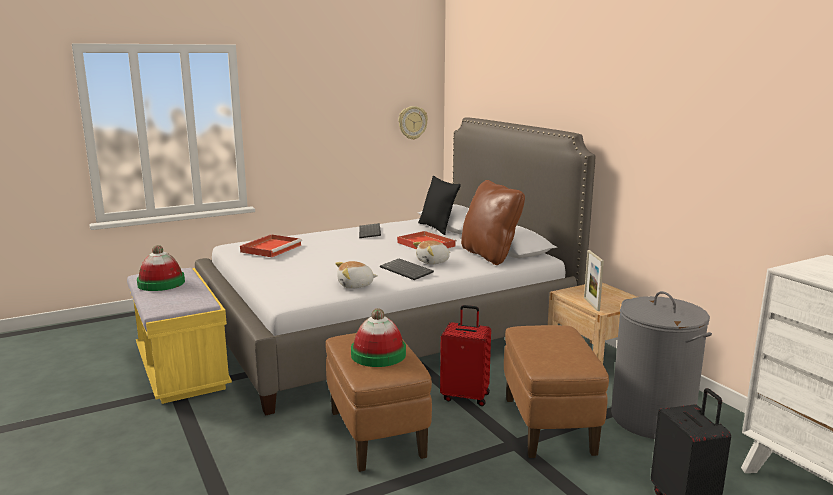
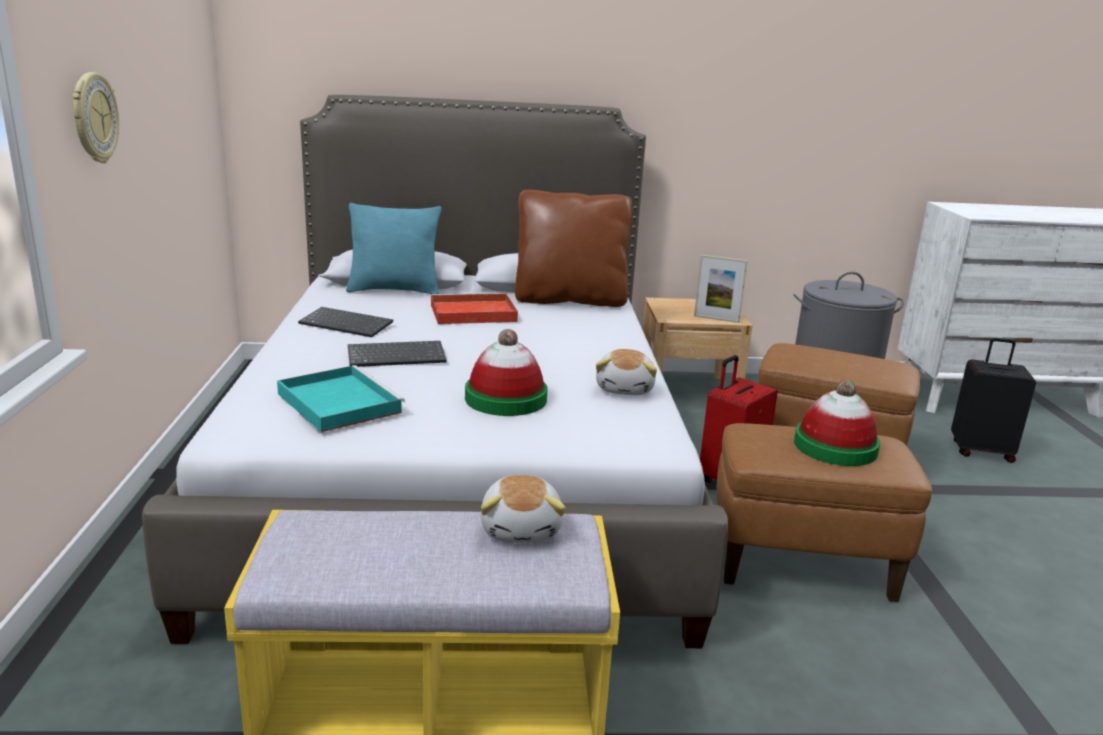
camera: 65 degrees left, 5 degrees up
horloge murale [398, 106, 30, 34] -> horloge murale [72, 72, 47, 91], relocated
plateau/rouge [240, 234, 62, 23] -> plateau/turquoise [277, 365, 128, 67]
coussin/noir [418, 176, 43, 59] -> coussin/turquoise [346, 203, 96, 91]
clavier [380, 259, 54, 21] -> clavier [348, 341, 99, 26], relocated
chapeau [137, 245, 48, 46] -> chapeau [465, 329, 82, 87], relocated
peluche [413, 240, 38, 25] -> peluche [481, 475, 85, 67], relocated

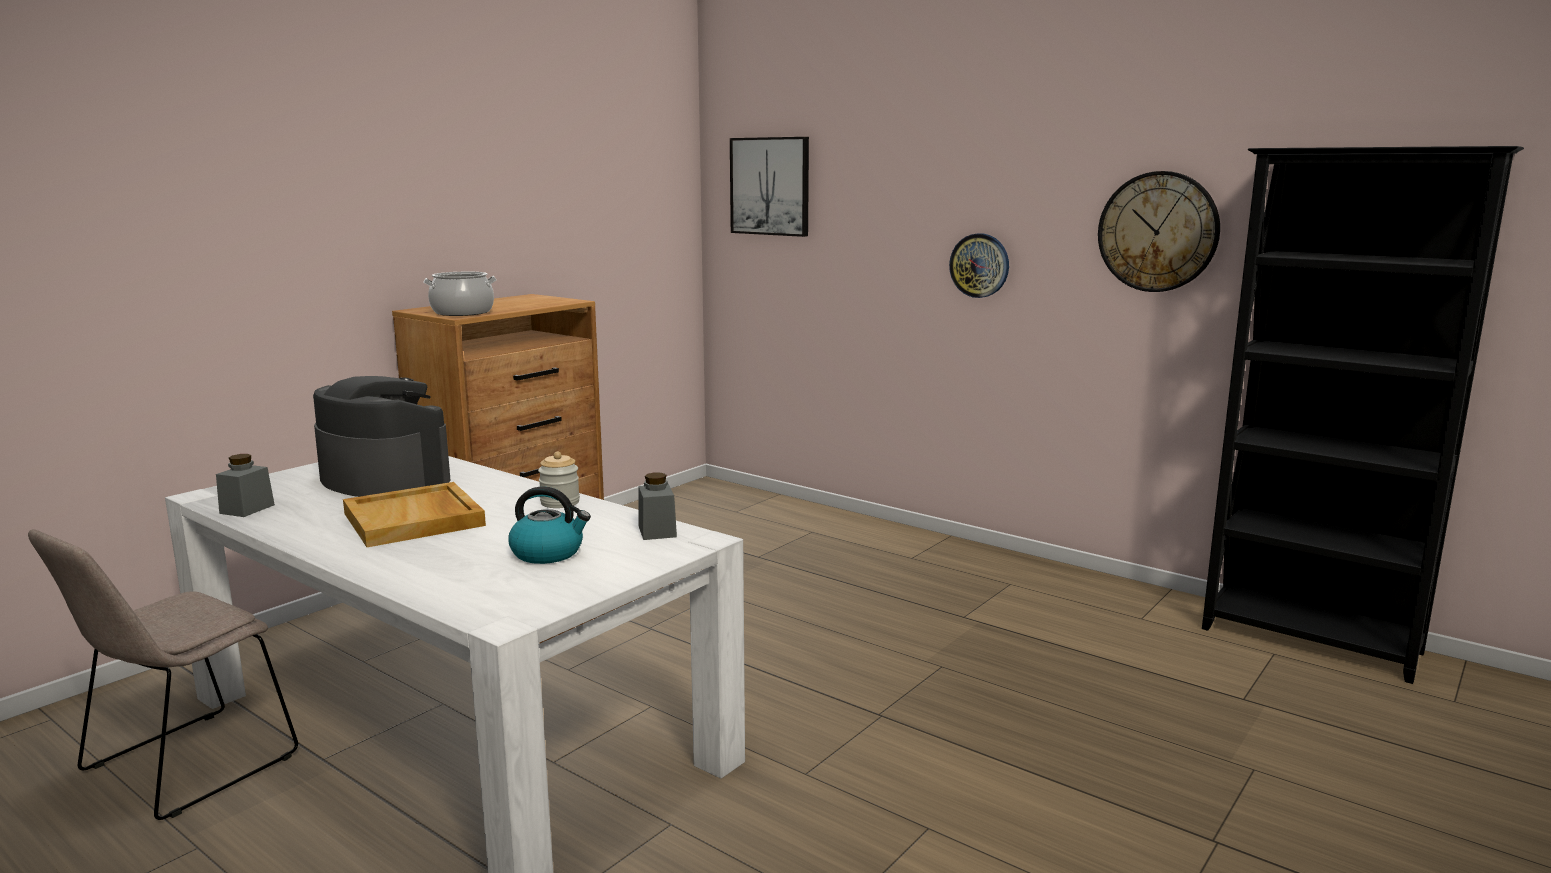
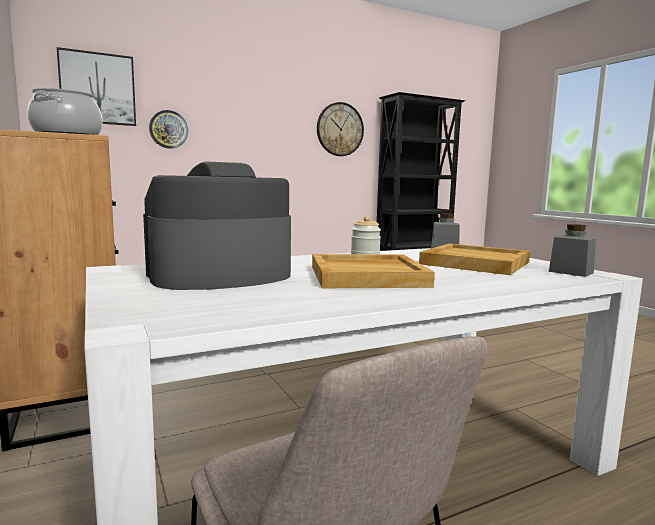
camera: 65 degrees left, 5 degrees down
horloge murale [949, 233, 60, 65] -> horloge murale [149, 110, 39, 39], relocated
bouilloire [509, 487, 82, 77] -> plateau/beige [419, 243, 111, 32]
bocal/gris [216, 454, 59, 63] -> bocal/gris [549, 224, 47, 53], relocated

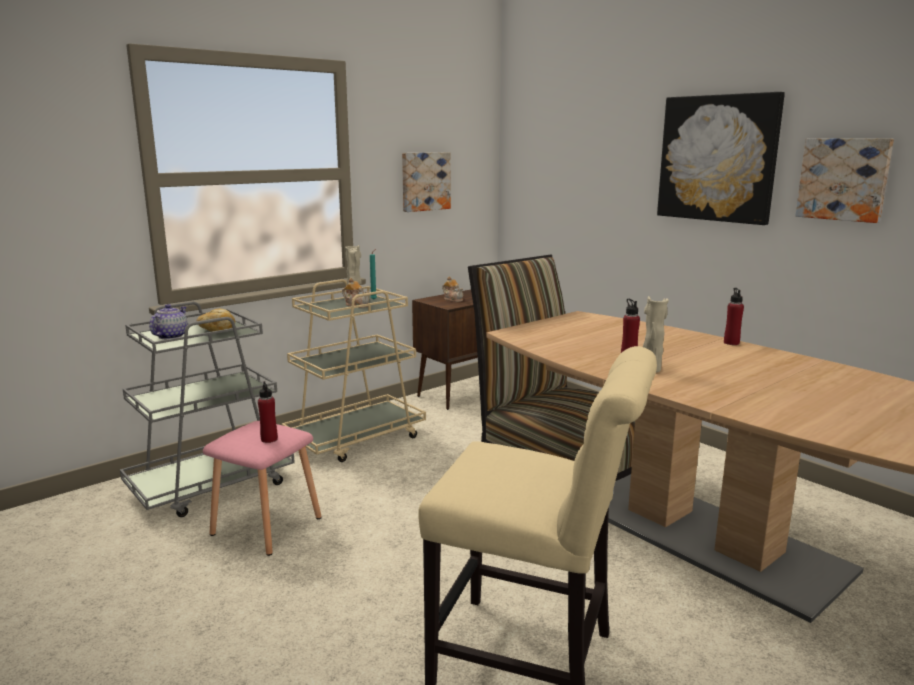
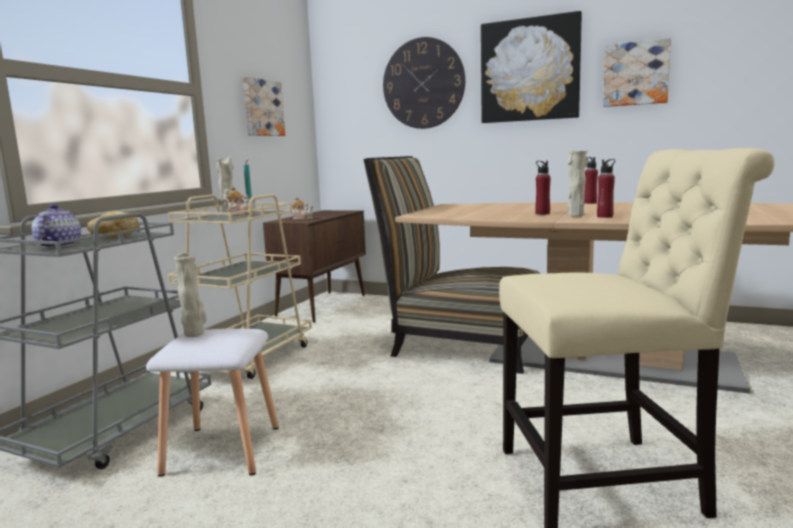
camera: 25 degrees left, 5 degrees down
tabouret/rose [203, 421, 119, 135] -> tabouret/blanc [146, 329, 133, 148]
none -> vase/beige [174, 252, 33, 85]
none -> horloge murale [383, 37, 82, 92]
bouteille/rouge [258, 381, 20, 62] -> bouteille/rouge [597, 159, 18, 59], relocated

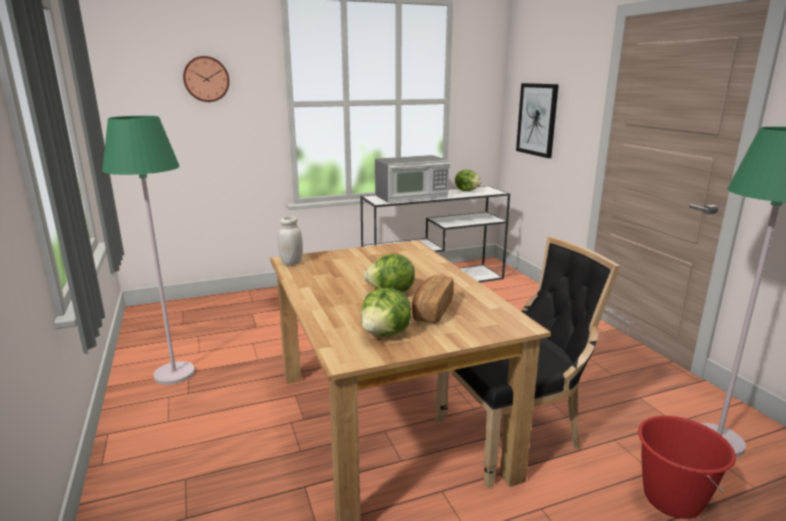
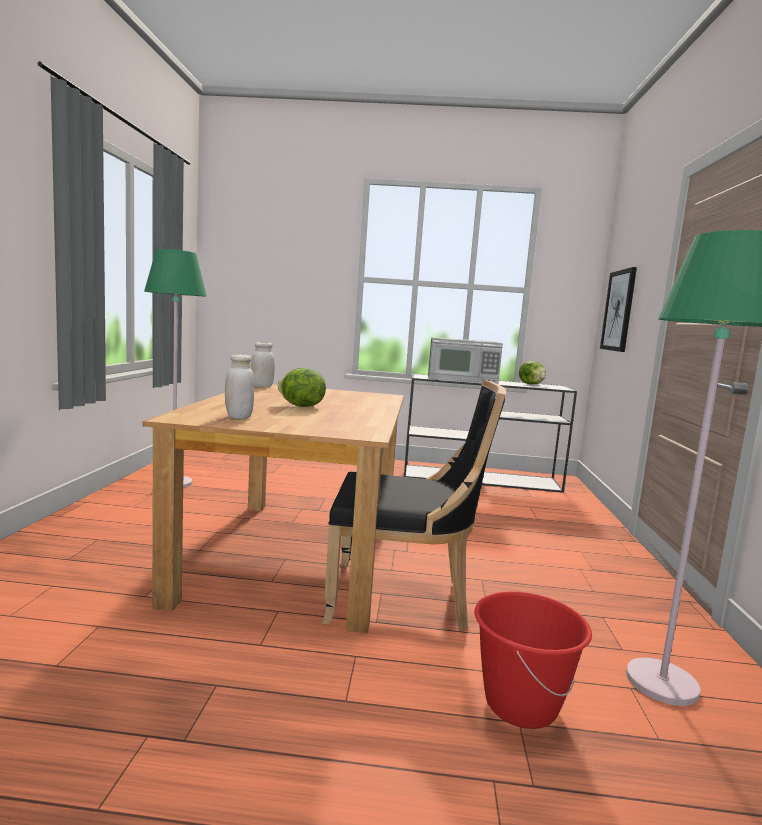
camera: 25 degrees right, 10 degrees down
laitue [361, 288, 50, 48] -> bocal/blanc [225, 354, 29, 65]
horloge murale [183, 56, 47, 46] -> none
pain [412, 275, 42, 49] -> none

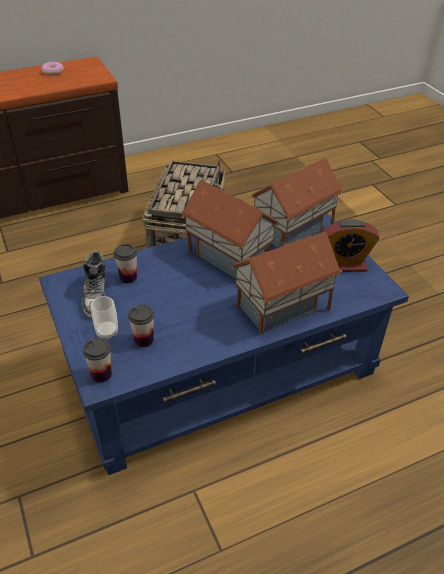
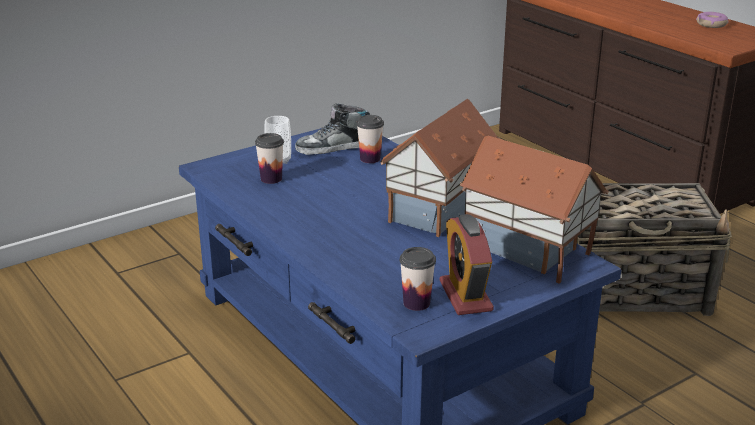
camera: 80 degrees right, 15 degrees down
tasse [83, 338, 29, 45] -> tasse [400, 247, 36, 64], relocated
maison miniature [232, 232, 110, 102] -> none

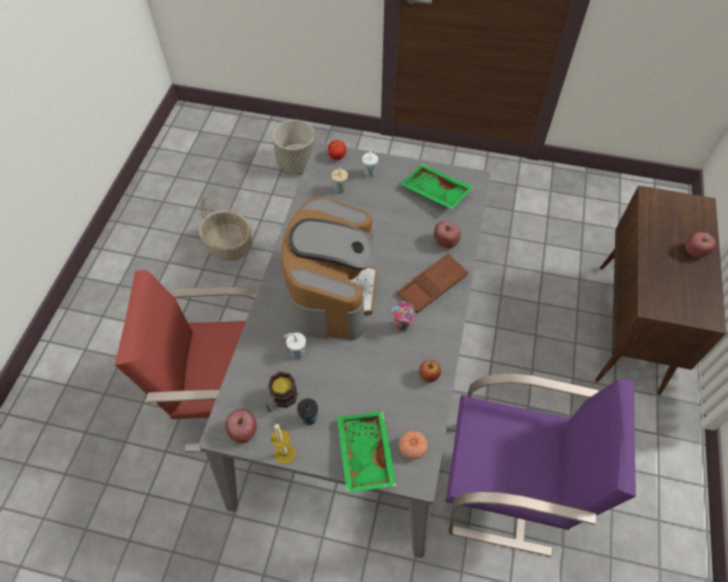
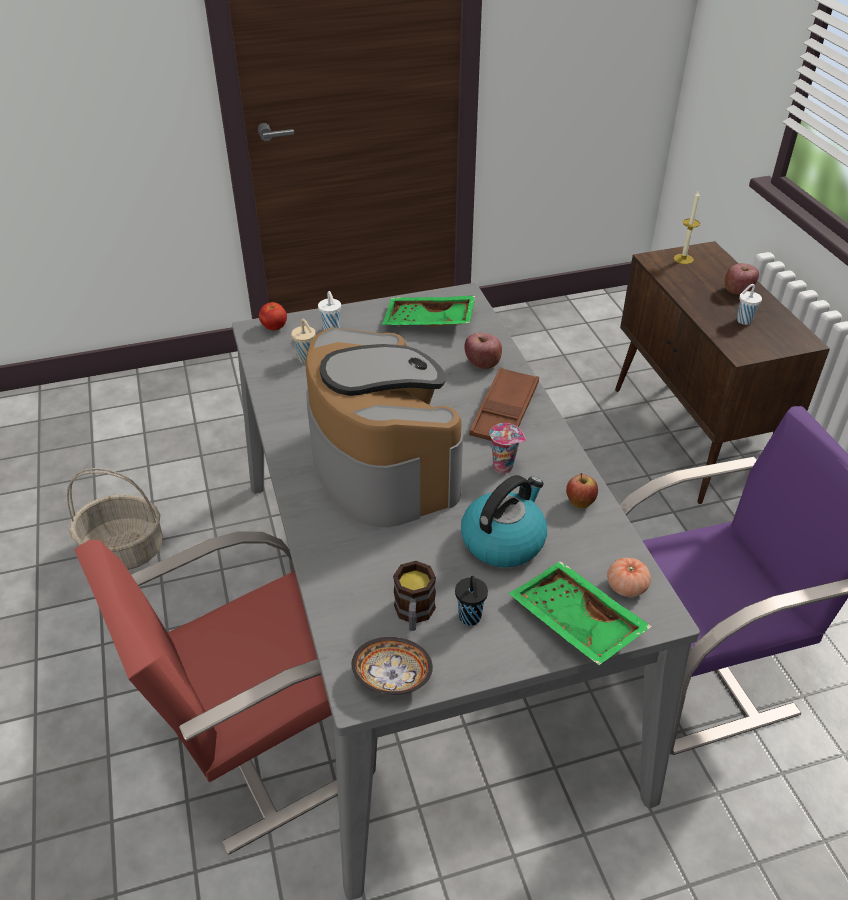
camera: 30 degrees left, 15 degrees down
pomme [226, 409, 31, 35] -> bol [351, 637, 82, 58]
none -> bouilloire [461, 475, 86, 93]
bougie [271, 424, 25, 40] -> bougie [674, 191, 26, 73], relocated
tasse/blanc [283, 333, 23, 26] -> tasse/blanc [737, 284, 25, 41], relocated
cache-pot/gris [273, 120, 42, 53] -> none

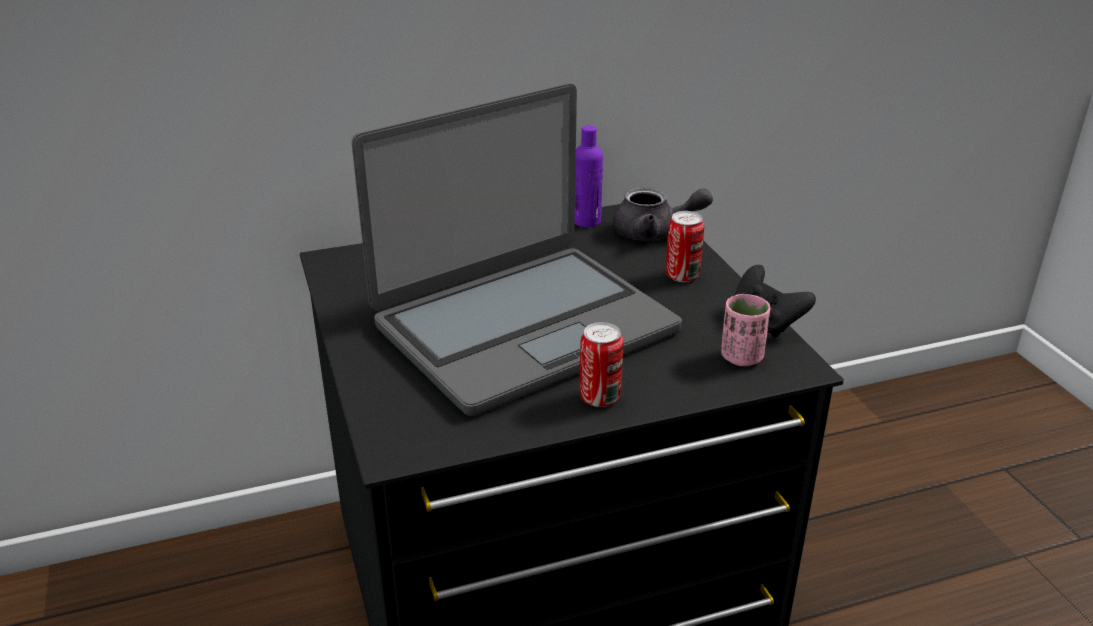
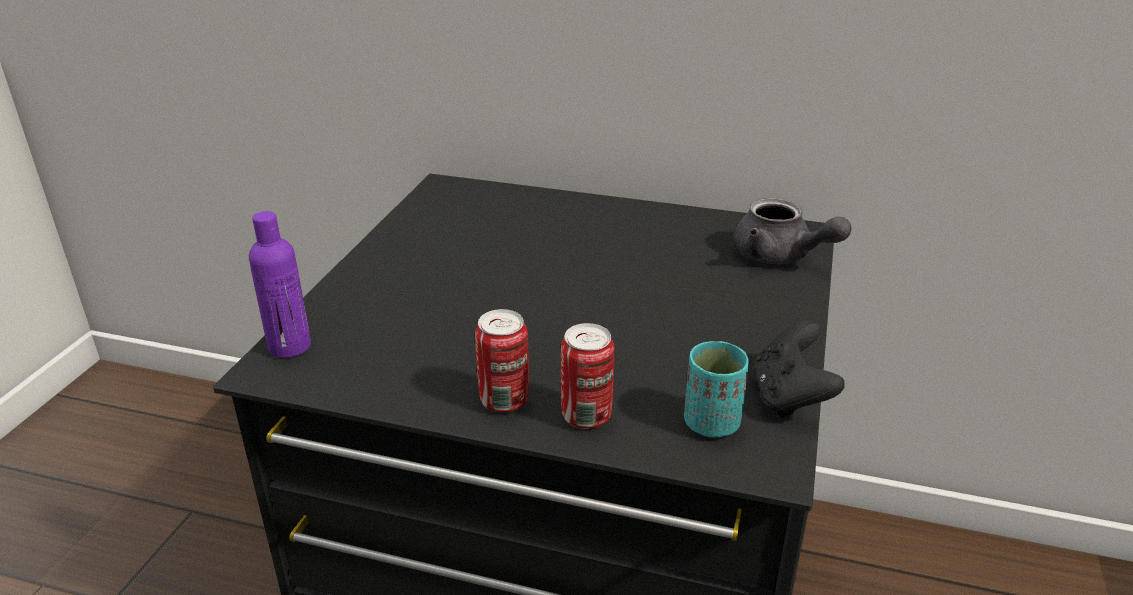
camera: 35 degrees right, 0 degrees up
bouteille/violet [575, 125, 28, 102] -> bouteille/violet [249, 211, 62, 147], relocated
boîte métallique [666, 211, 38, 71] -> boîte métallique [561, 323, 54, 105], relocated
tasse/rose [721, 294, 49, 72] -> tasse/turquoise [684, 341, 65, 97]
ordinateur portable [352, 83, 330, 333] -> none

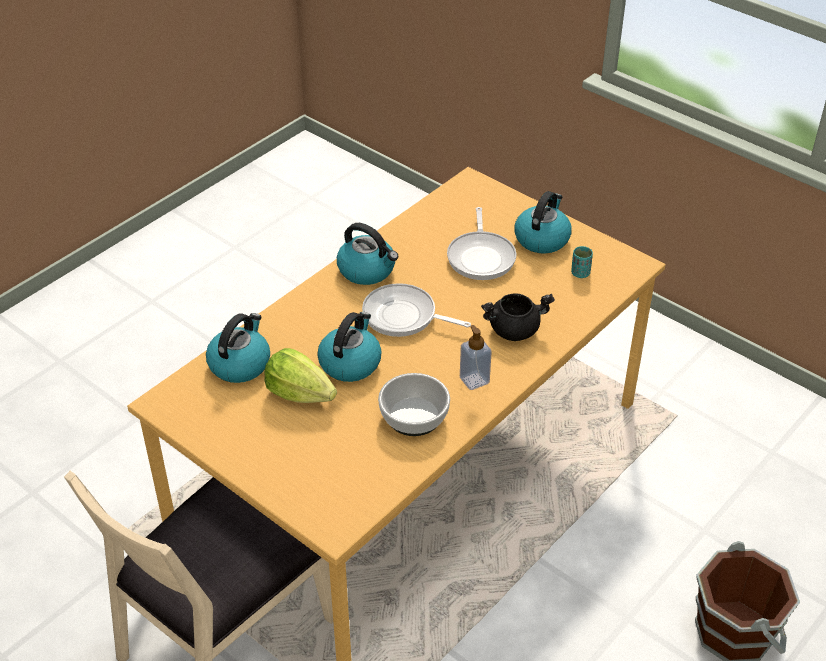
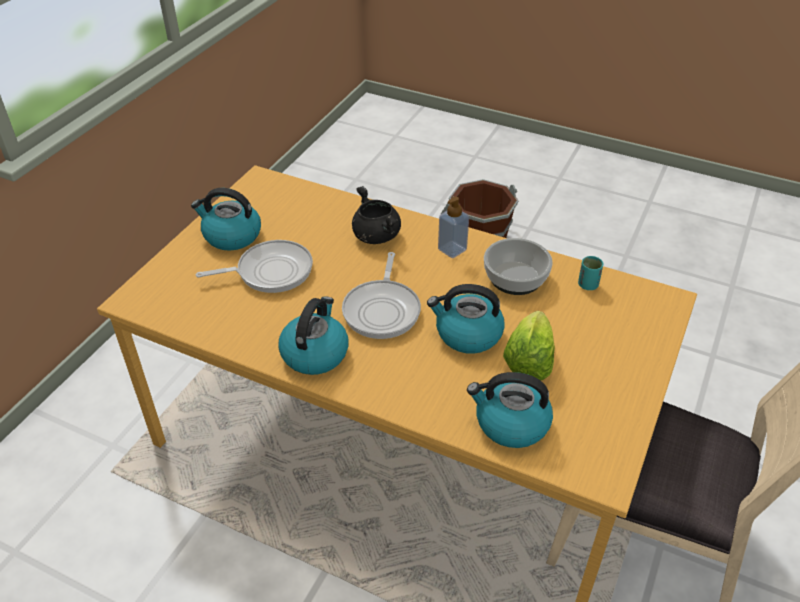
camera: 105 degrees left, 0 degrees up
tasse/turquoise [571, 246, 22, 32] -> tasse/turquoise [578, 256, 26, 34], relocated

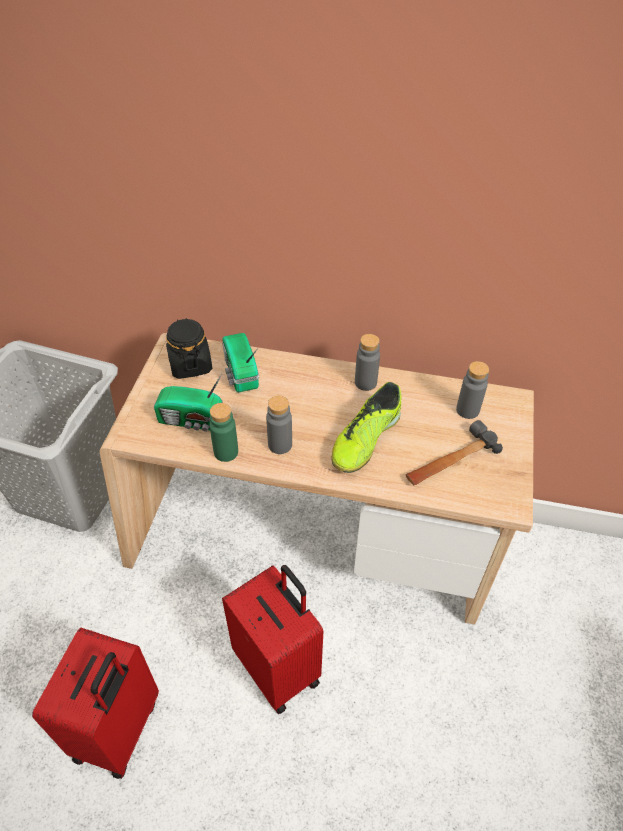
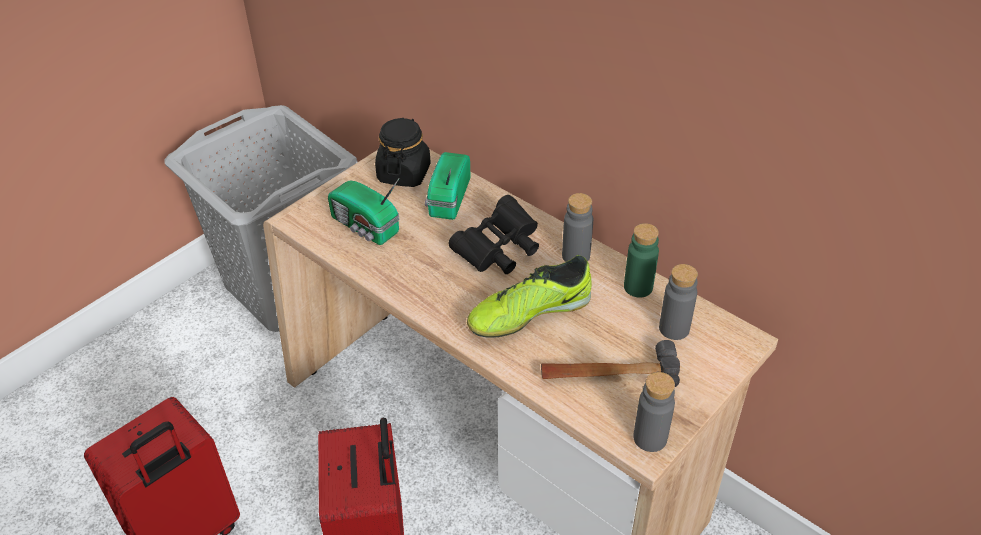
camera: 30 degrees right, 5 degrees down
none -> jumelles/noir [449, 195, 90, 79]
bouteille/vert [209, 403, 29, 59] -> bouteille/vert [624, 223, 35, 74], relocated
bouteille/gris [266, 396, 26, 58] -> bouteille/gris [633, 372, 42, 80], relocated

